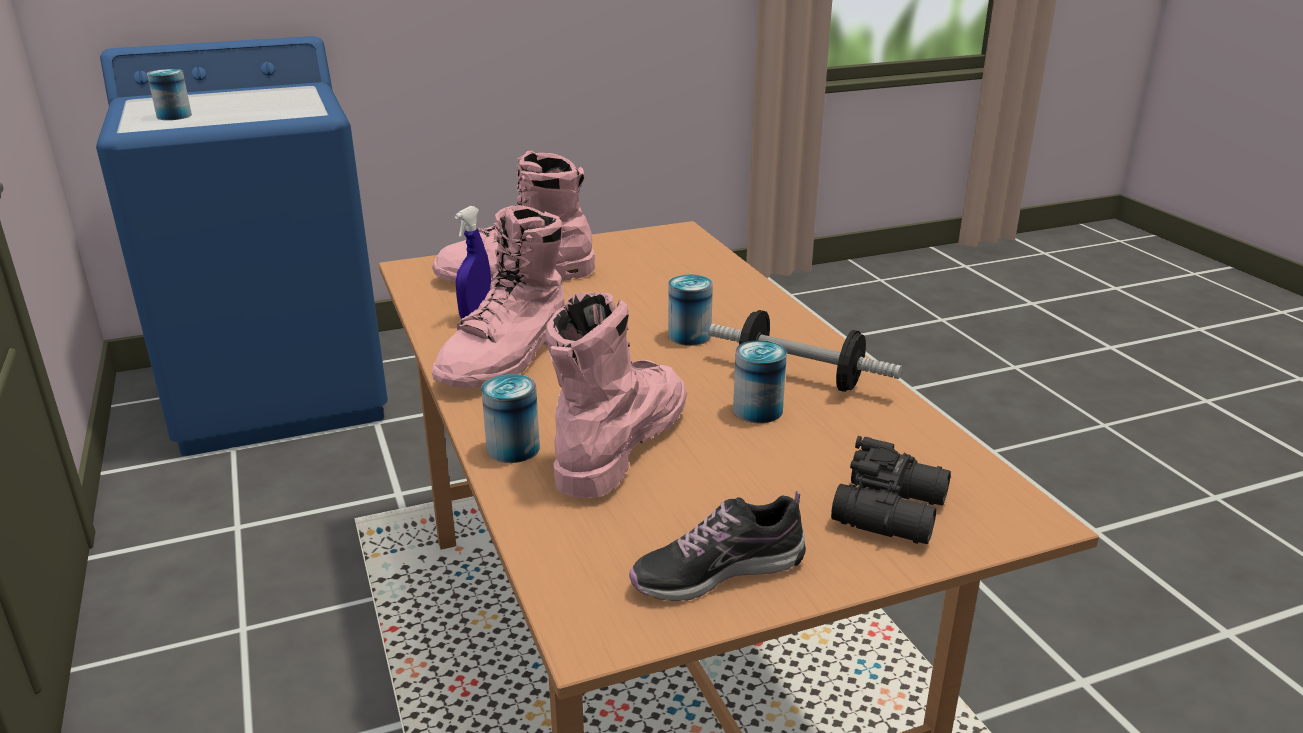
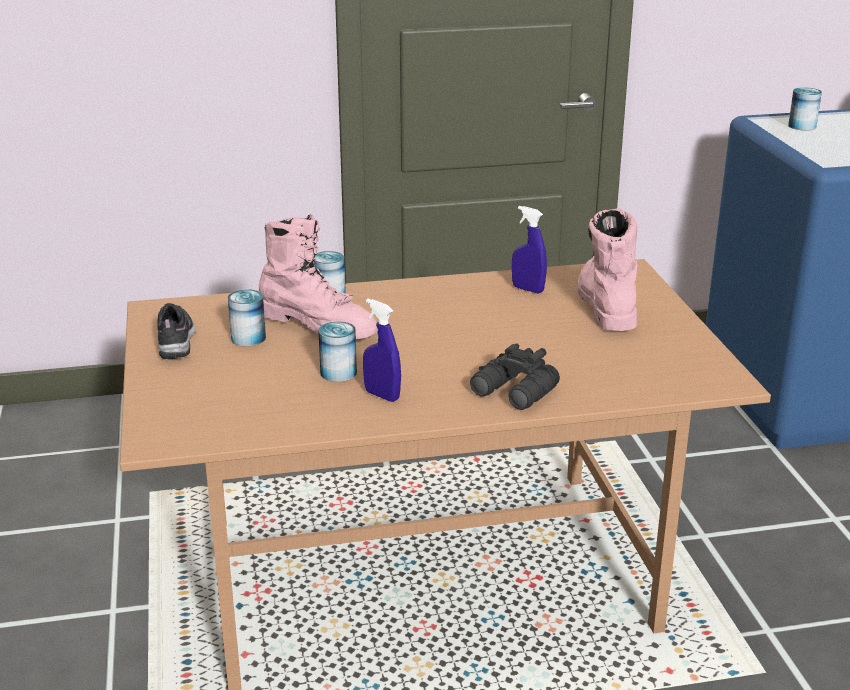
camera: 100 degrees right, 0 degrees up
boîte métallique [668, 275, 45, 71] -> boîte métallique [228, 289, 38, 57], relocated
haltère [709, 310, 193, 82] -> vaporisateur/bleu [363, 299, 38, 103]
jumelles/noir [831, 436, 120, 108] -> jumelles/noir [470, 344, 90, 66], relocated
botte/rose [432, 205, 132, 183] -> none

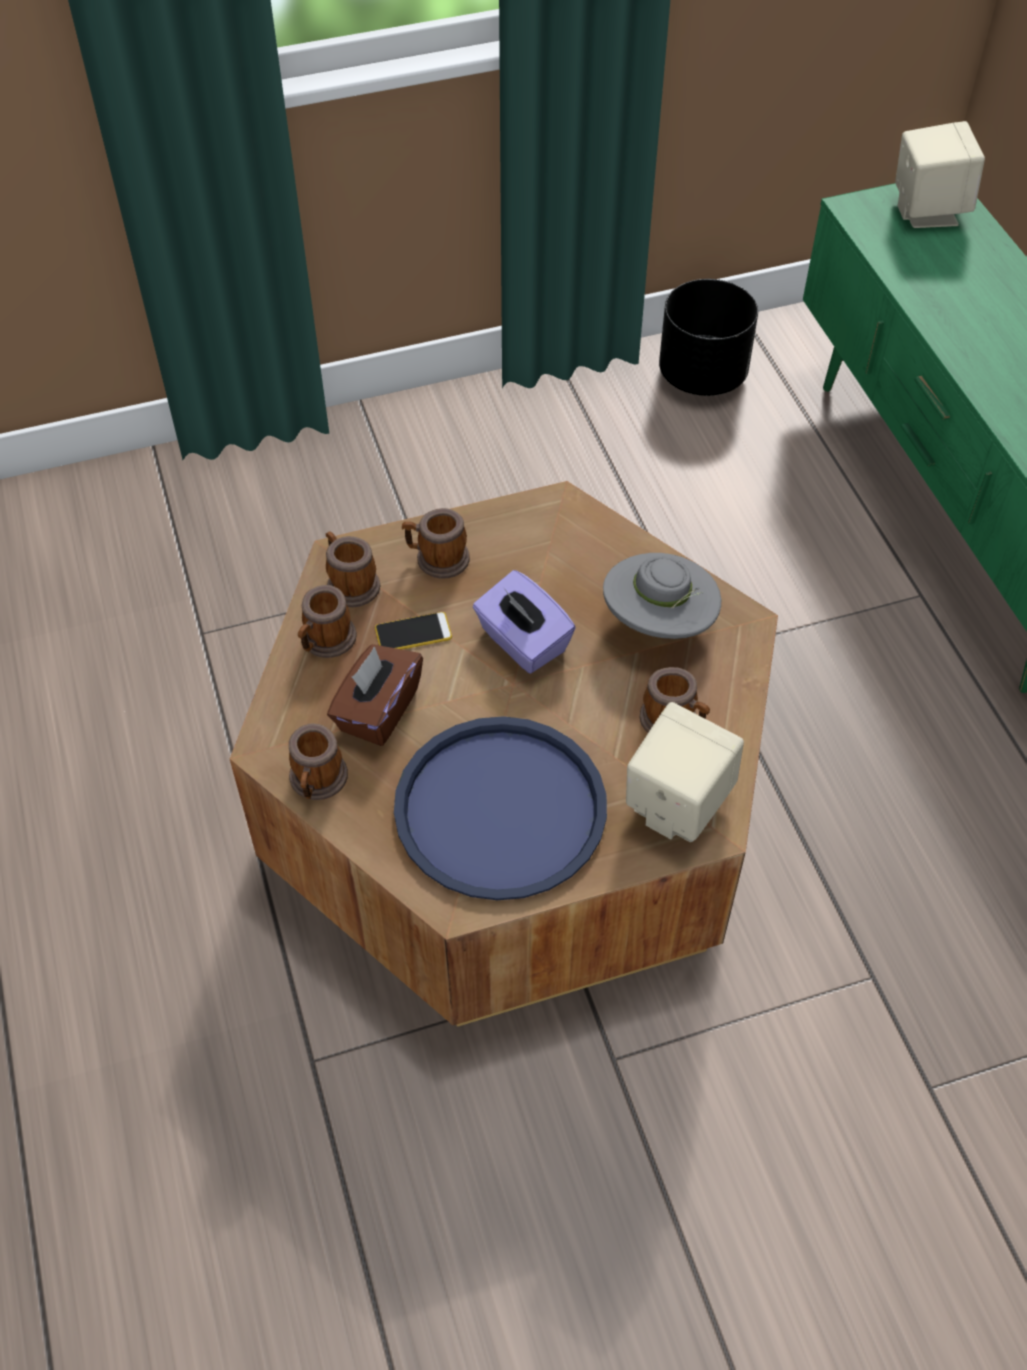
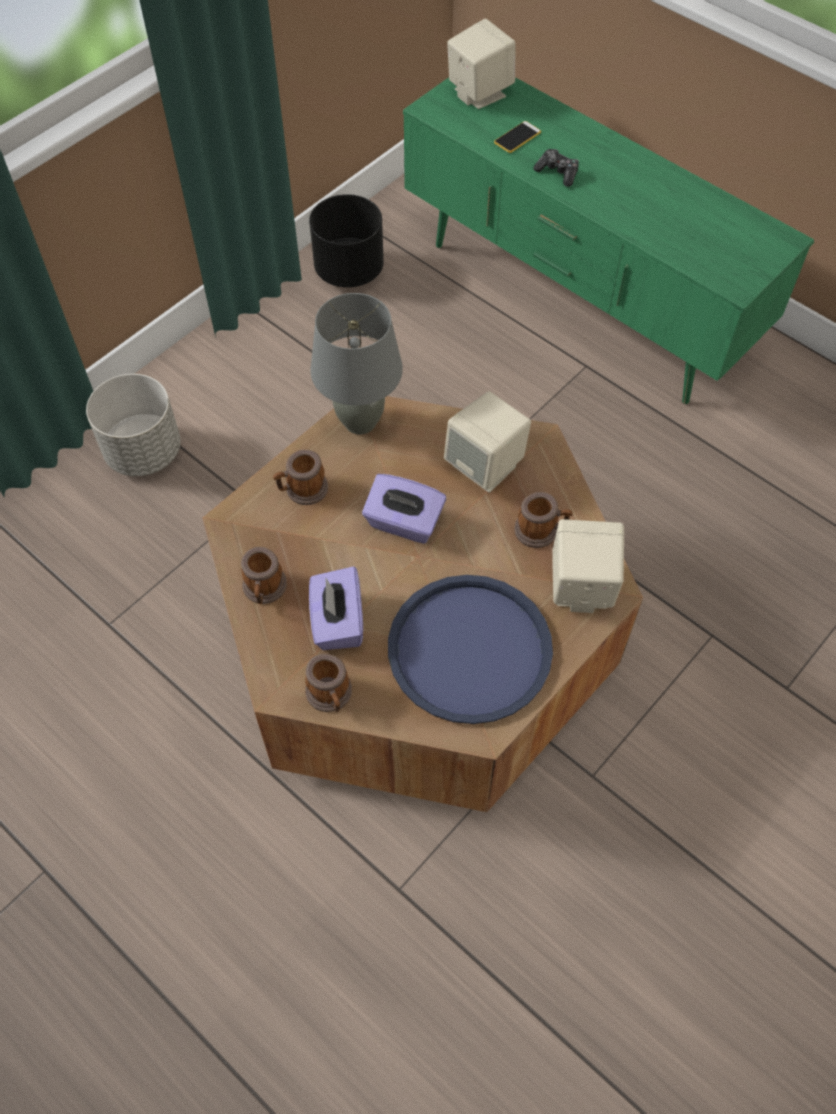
camera: 30 degrees left, 5 degrees up
none -> cache-pot/gris [86, 374, 95, 102]
boîte à mouchoirs/marron [327, 644, 96, 102] -> boîte à mouchoirs/violet [309, 566, 54, 84]
none -> lampe de table/gris [310, 293, 93, 142]
chapeau/gris [603, 553, 118, 86] -> enceinte/beige [444, 391, 87, 102]
téléphone [375, 612, 77, 38] -> téléphone [494, 121, 47, 32], relocated
none -> manette [533, 149, 46, 38]
mug [326, 531, 54, 76] -> none

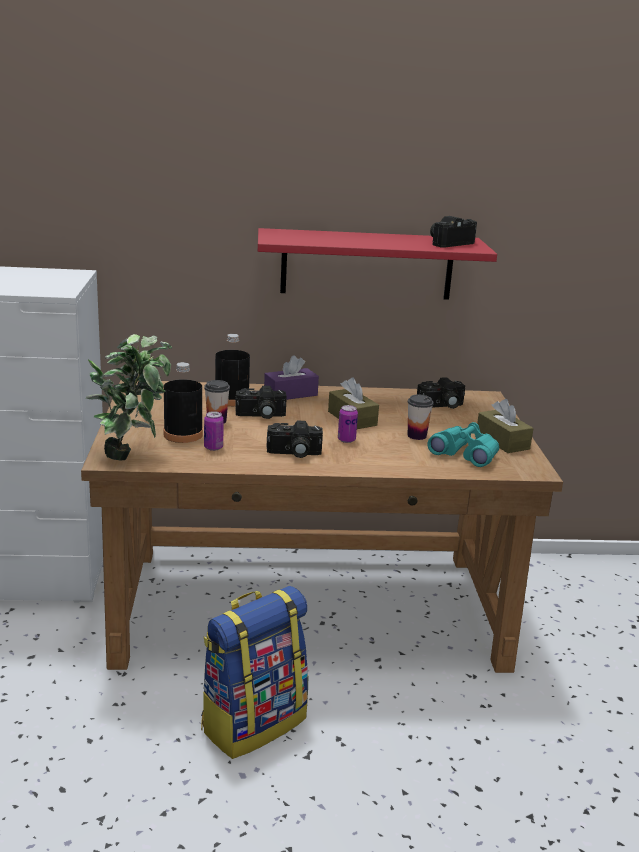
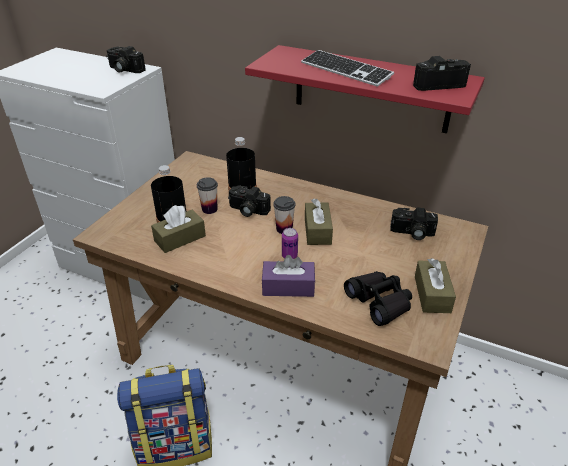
camera: 30 degrees right, 15 degrees up
appareil photo [267, 421, 56, 37] -> appareil photo [106, 46, 40, 27], relocated
boîte métallique [204, 411, 20, 40] -> boîte à mouchoirs/marron [151, 205, 55, 48]
boîte à mouchoirs/violet [264, 355, 55, 45] -> boîte à mouchoirs/violet [262, 255, 53, 42], relocated
tasse [408, 395, 26, 45] -> tasse [273, 196, 23, 38], relocated
none -> clavier [301, 50, 93, 37]
jumelles/turquoise [427, 422, 72, 45] -> jumelles/noir [344, 271, 68, 55]
plante en pot [86, 334, 87, 126] -> none

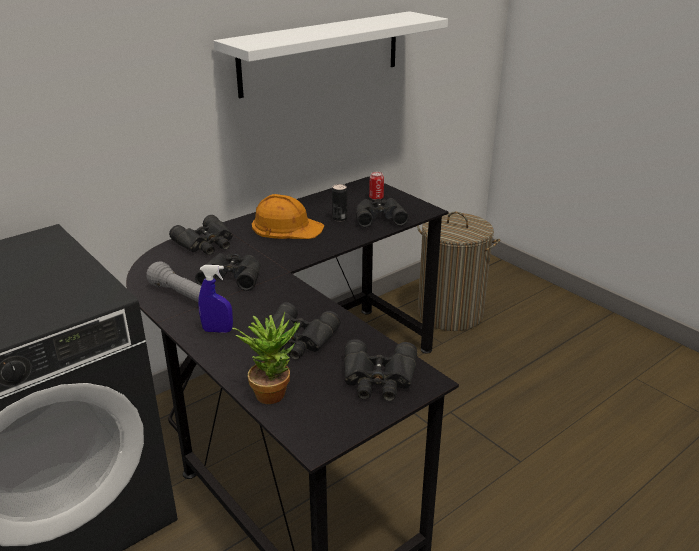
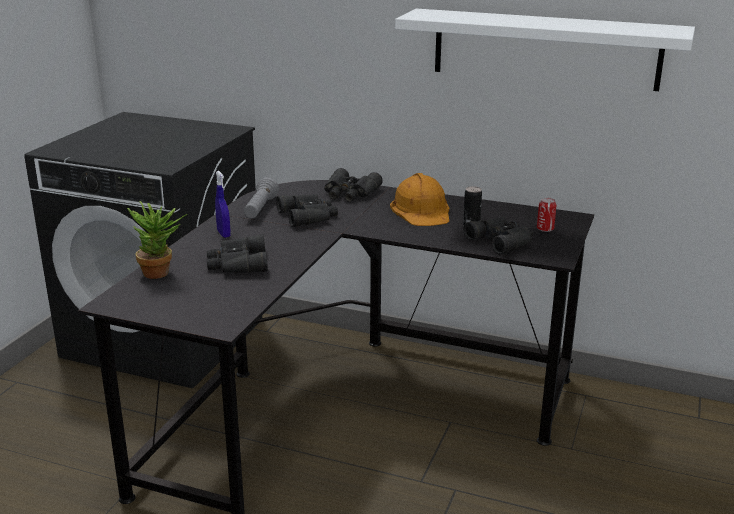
camera: 60 degrees right, 5 degrees down
jumelles/noir [344, 339, 73, 62] -> none
panier à linge [417, 212, 83, 119] -> none

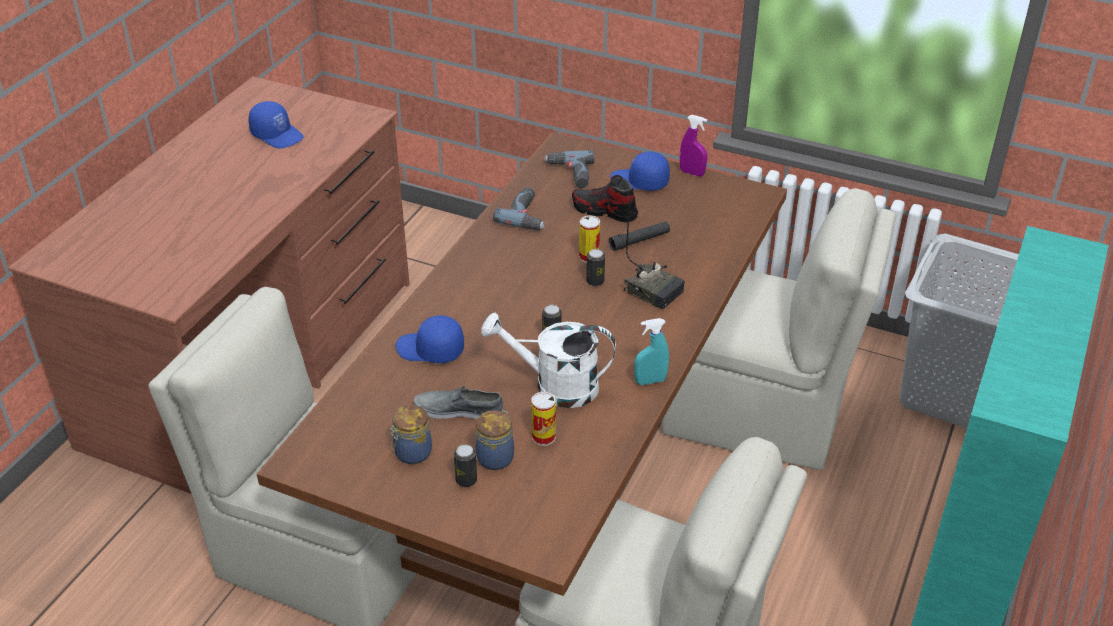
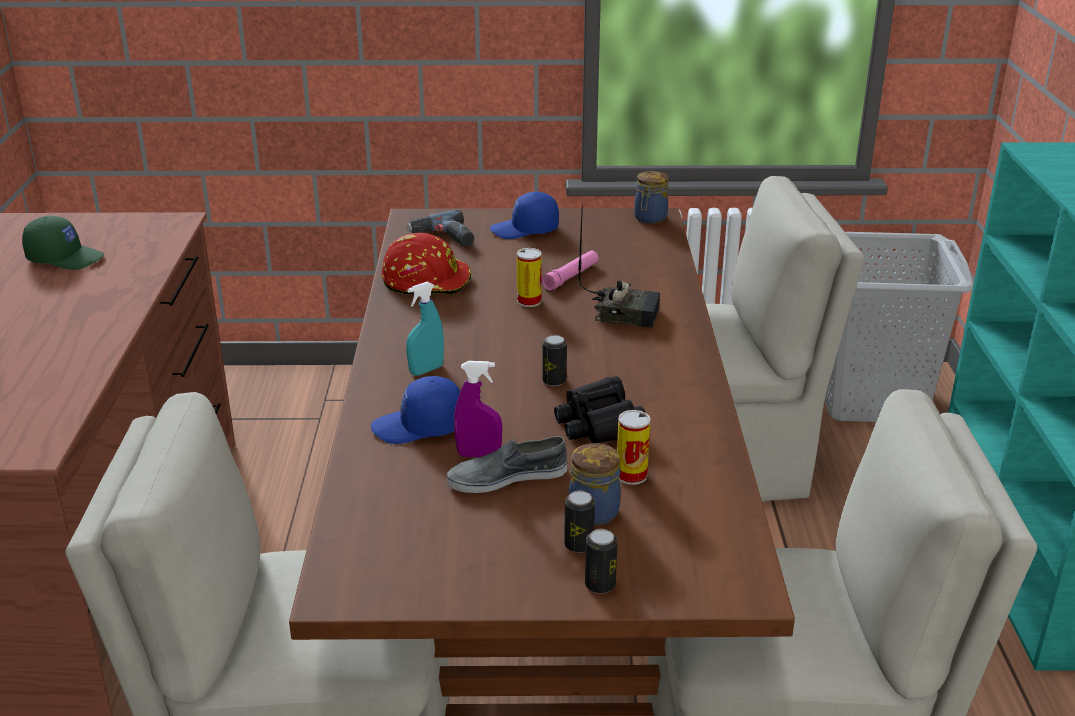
camera: 25 degrees left, 10 degrees down
casquette/bleu [249, 101, 55, 48] -> casquette/vert [22, 216, 82, 54]
perceuse [493, 187, 52, 43] -> casque de chantier/rouge [381, 233, 90, 62]
vaporisateur/turquoise [634, 318, 35, 67] -> vaporisateur/turquoise [406, 282, 38, 94], relocated
vaporisateur/violet [680, 115, 27, 61] -> vaporisateur/violet [454, 361, 48, 96], relocated
lampe de poche/noir [609, 221, 61, 30] -> lampe de poche/rose [542, 250, 57, 41]
arrosoir/blanc [481, 313, 135, 95] -> jumelles/noir [554, 376, 92, 67]
boîte métallique [586, 249, 19, 37] -> boîte métallique [585, 529, 33, 65], relocated
bocal [390, 405, 42, 59] -> bocal [634, 171, 34, 53], relocated
chaussure [572, 175, 66, 48] -> none

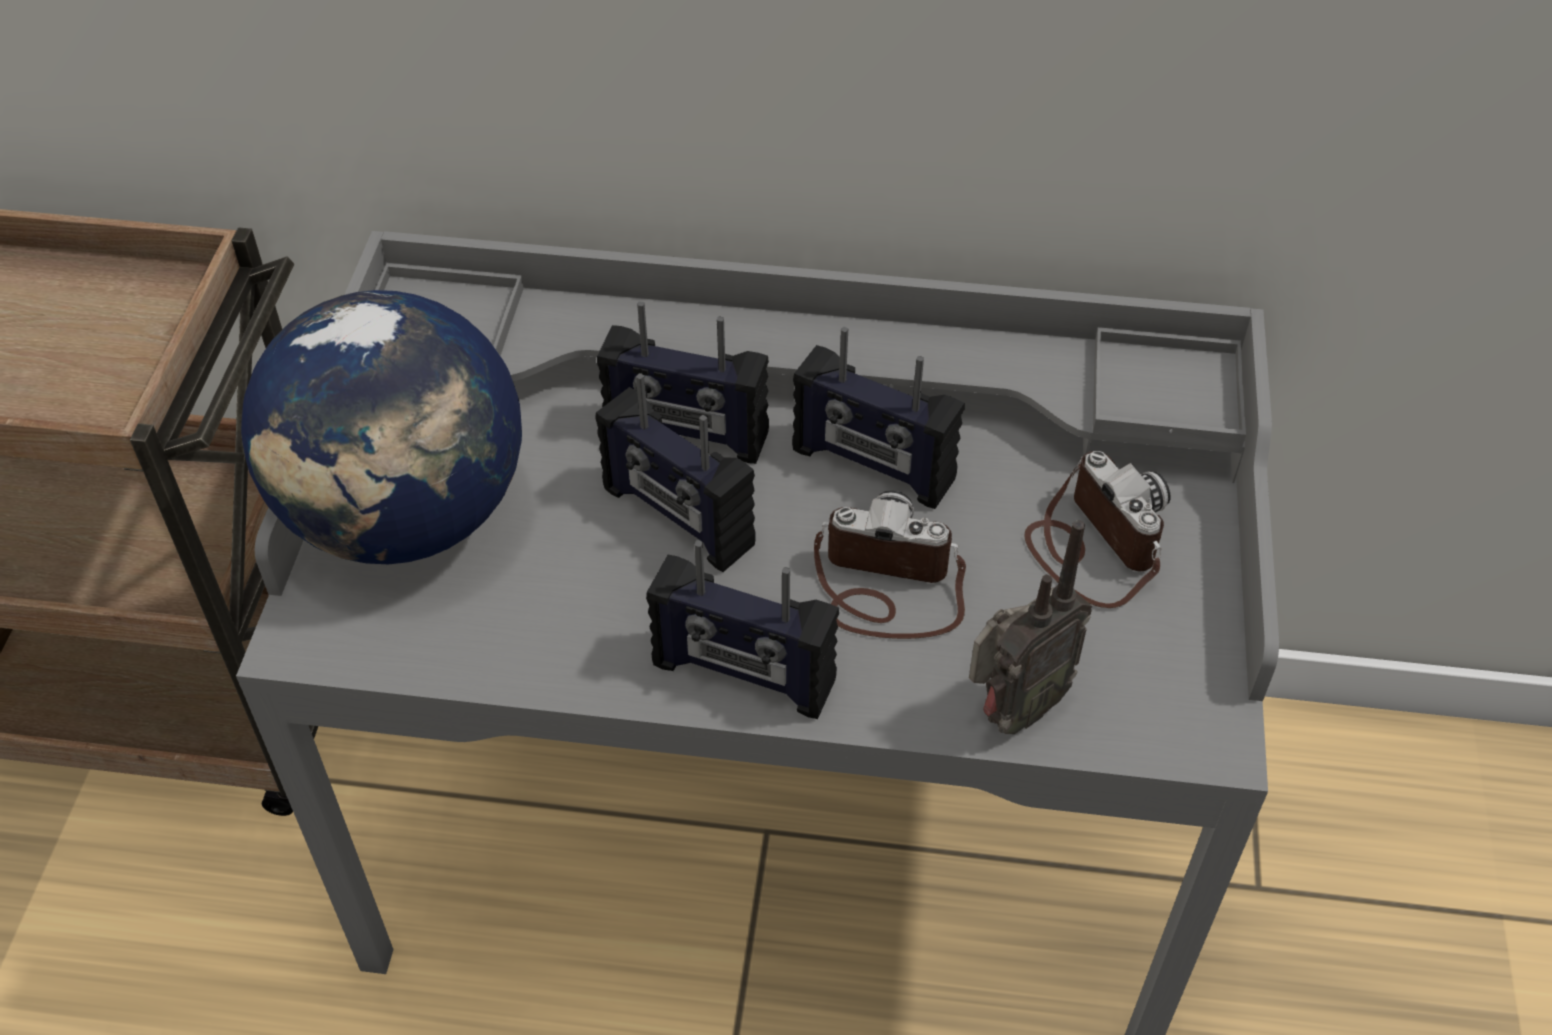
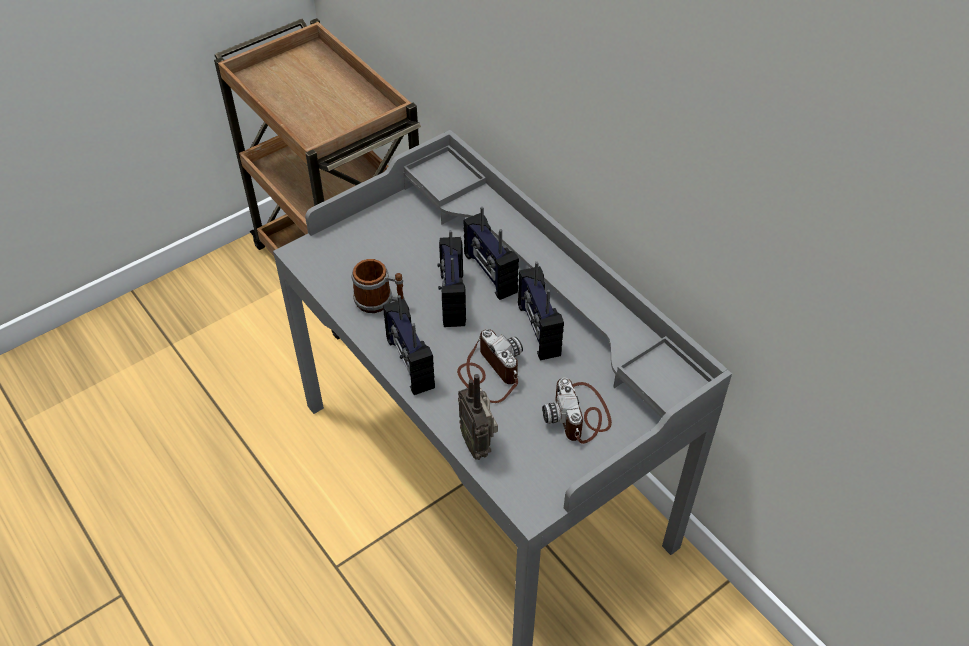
camera: 45 degrees right, 0 degrees up
none -> mug [352, 259, 53, 54]
radio [969, 520, 124, 214] -> radio [458, 374, 40, 86], 60 degrees clockwise
appareil photo [1024, 451, 146, 157] -> appareil photo [542, 378, 70, 66], 150 degrees clockwise
globe [241, 290, 281, 274] -> none

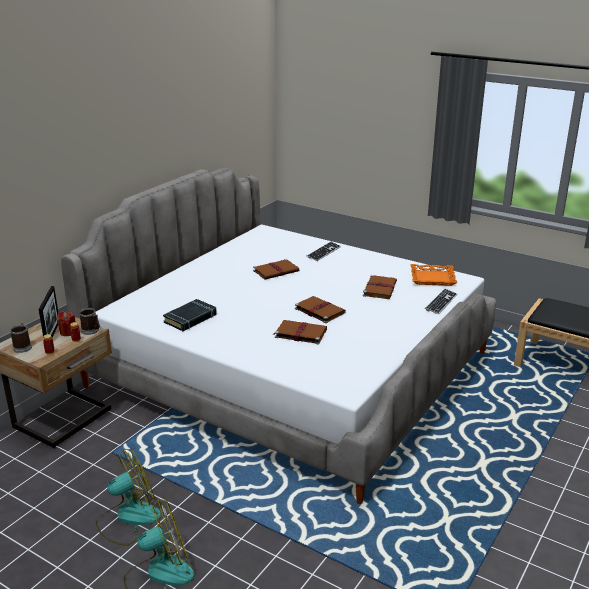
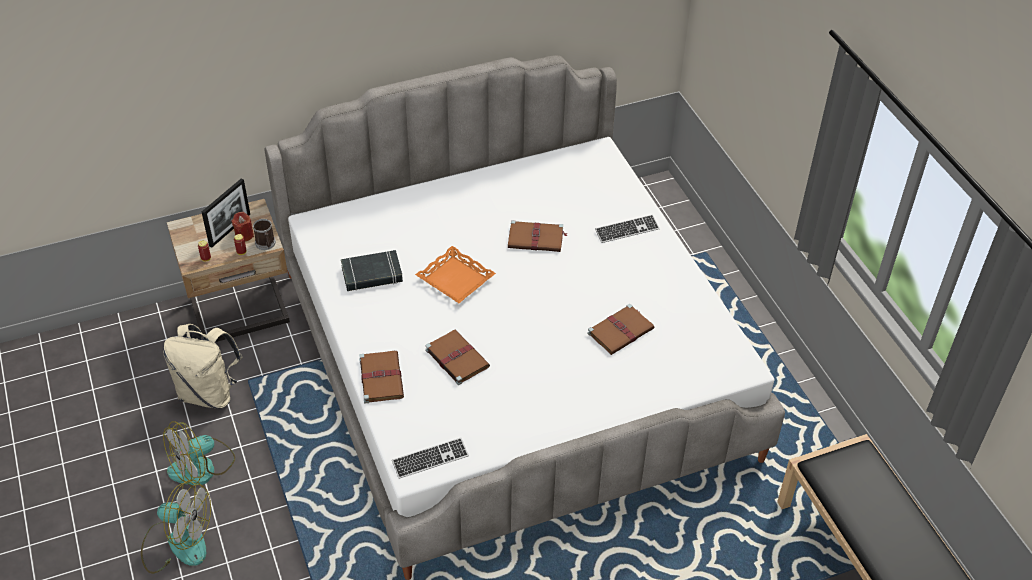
camera: 35 degrees right, 20 degrees up
none -> sac à dos/beige [163, 324, 79, 85]
ventilateur [96, 449, 65, 96] -> ventilateur [163, 421, 72, 64], 135 degrees clockwise
livre/marron [295, 296, 51, 27] -> livre/marron [359, 351, 45, 53], relocated
clavier [425, 288, 33, 26] -> clavier [392, 437, 77, 42], relocated
plateau/orange [410, 264, 47, 22] -> plateau/orange [415, 246, 81, 57], relocated
mug [10, 323, 22, 30] -> none

